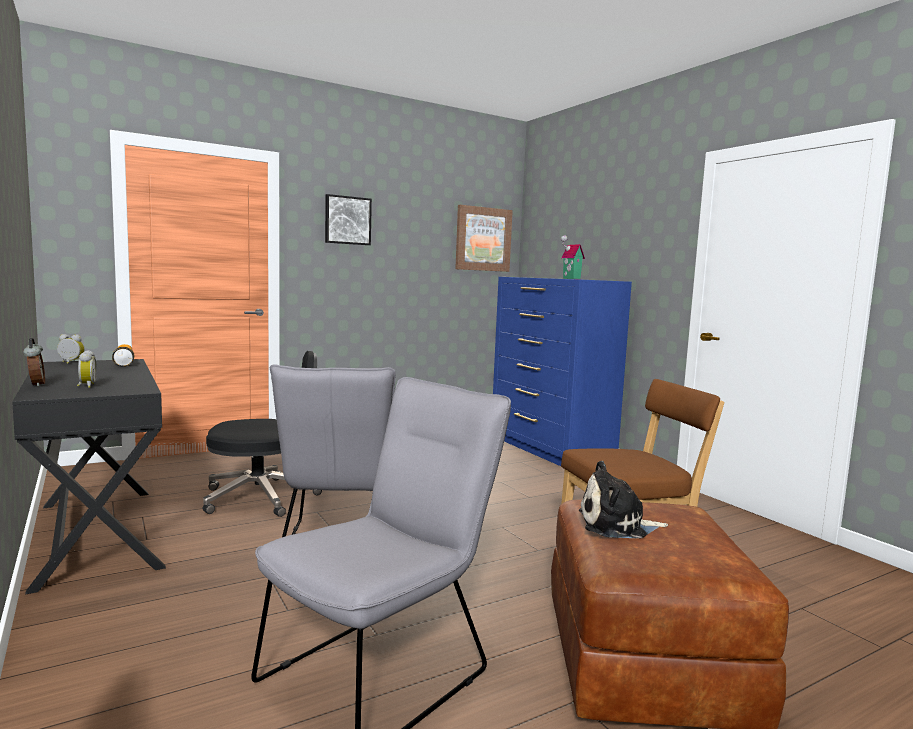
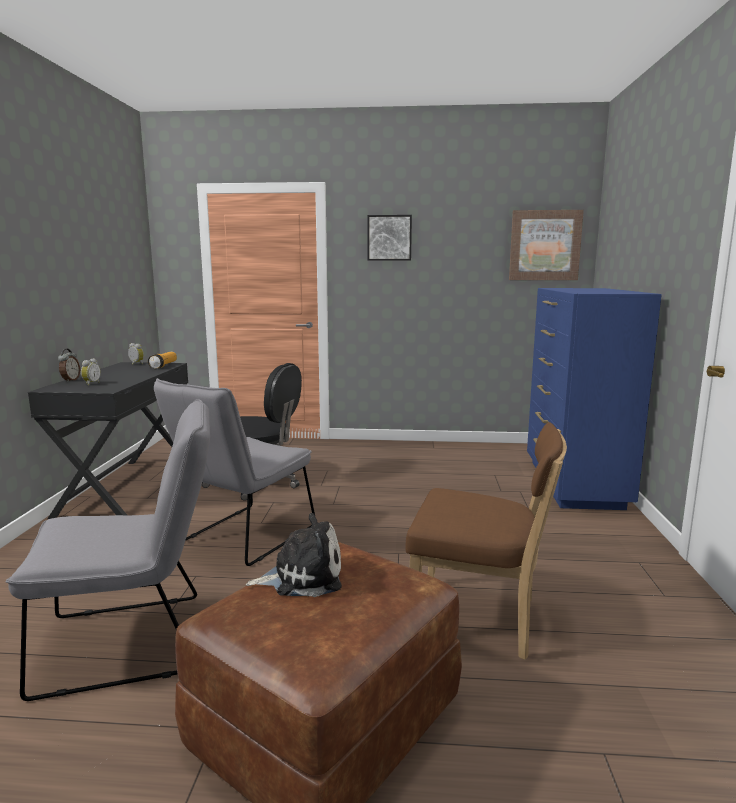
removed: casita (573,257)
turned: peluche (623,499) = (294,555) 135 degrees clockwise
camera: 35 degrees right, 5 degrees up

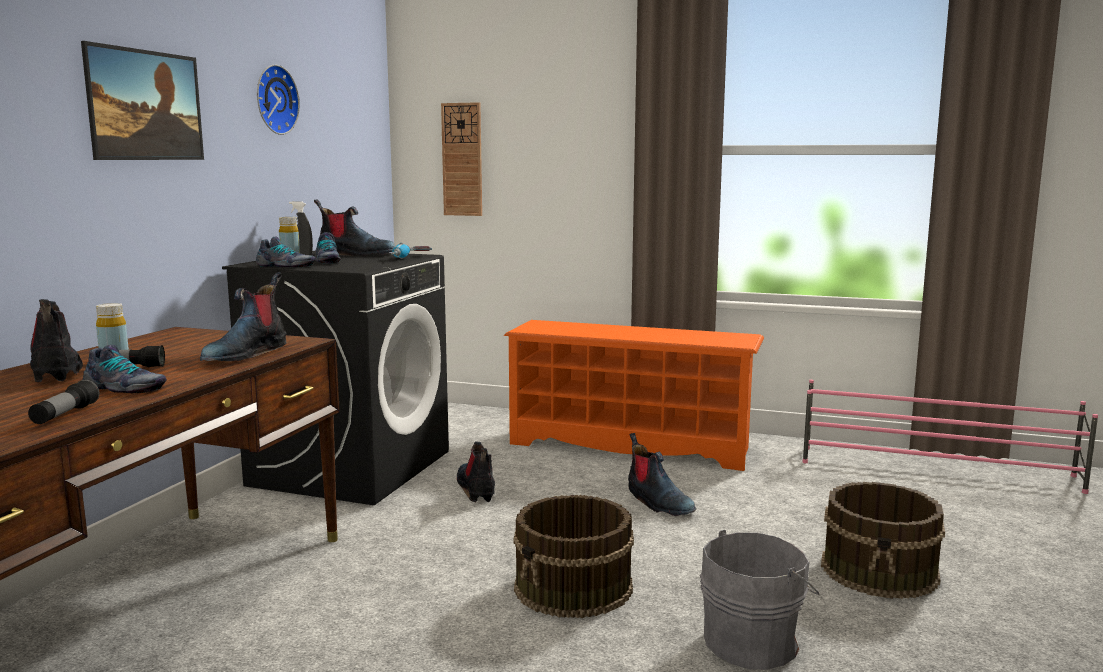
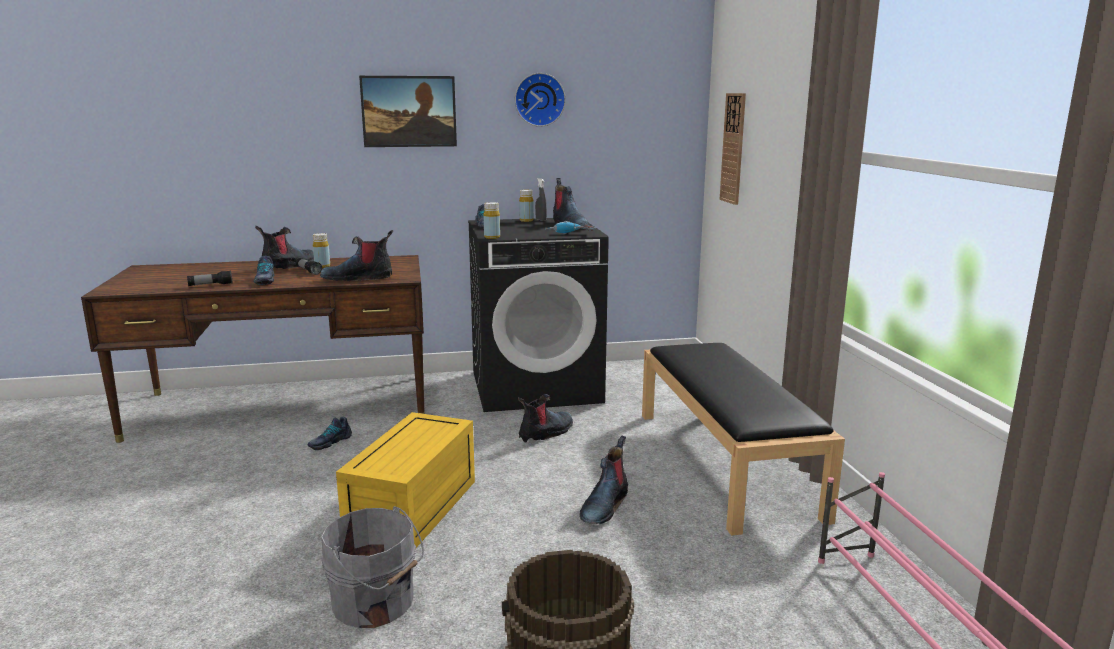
added: botella (amarillo) (492,220)
moved: zapato (328,248) to (330,433)
replaced: zapatero (naranja) (634,395) to banco (negro) (743,439); cubo (marrón) (574,556) to caja de almacenaje (amarillo) (405,480)
camera: 60 degrees right, 5 degrees up

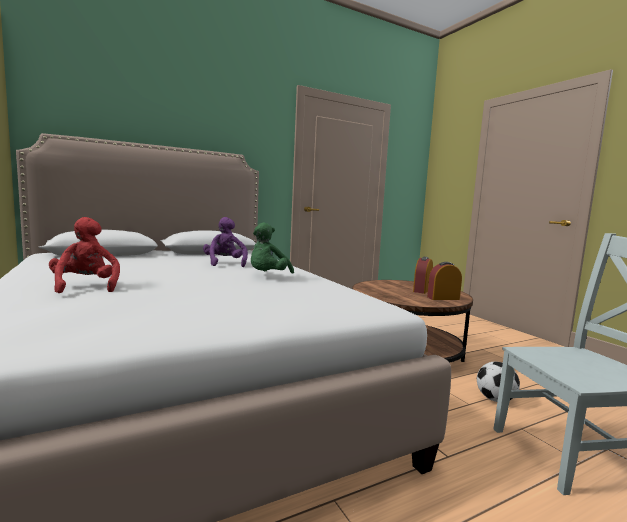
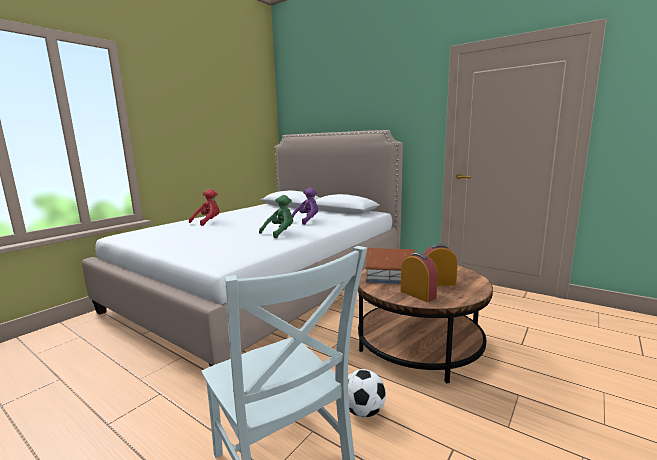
added: casita (390,266)
turned: peluche (verde) (272,248) = (276,216) 135 degrees clockwise
camera: 65 degrees right, 5 degrees up

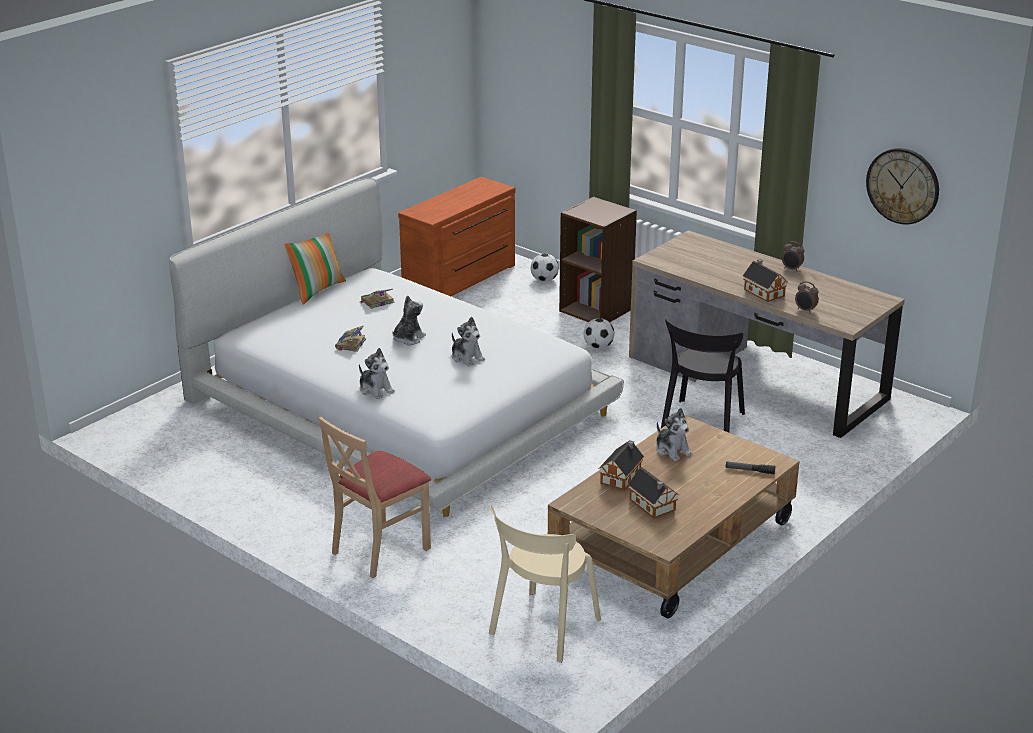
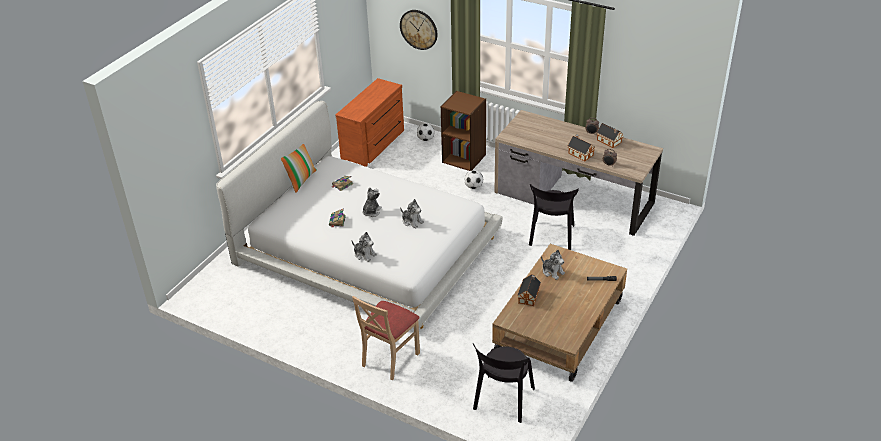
moved: casita (653,492) to (610,135); reloj de pared (902,186) to (419,30)
recoloured: silla (beis) (545,583) to silla (negro) (504,383)
camera: 10 degrees left, 10 degrees up

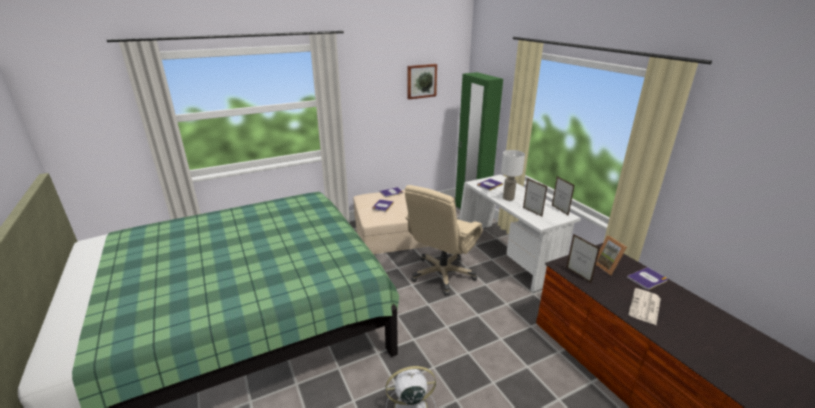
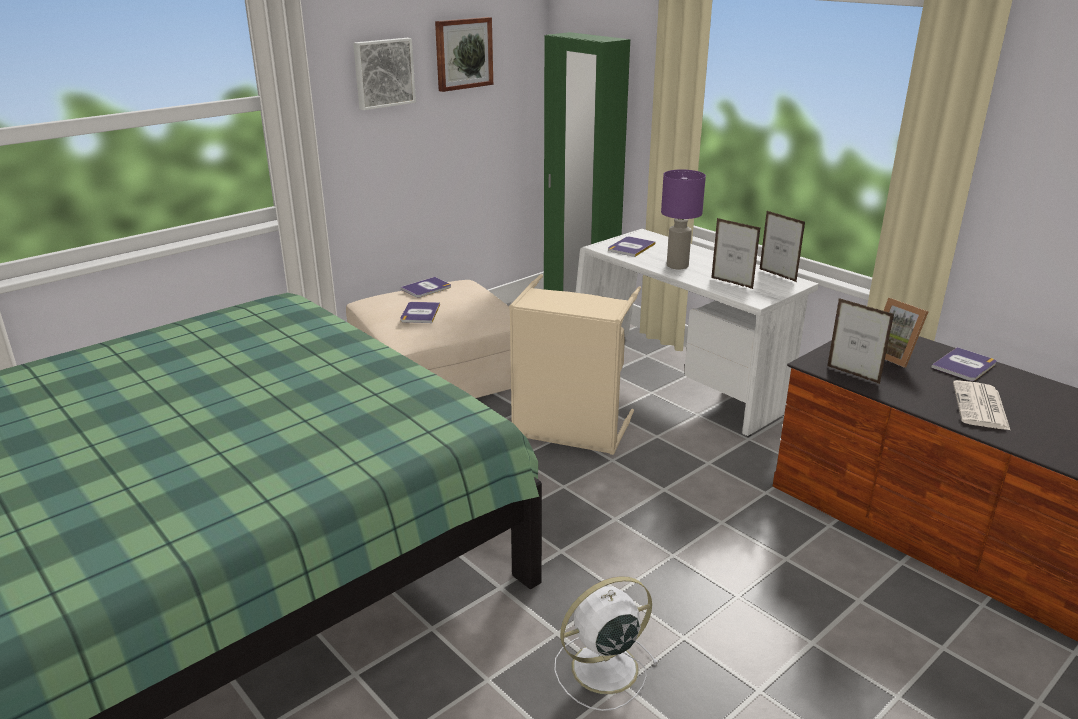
added: cuadro (384,74)
replaced: silla de oficina (beis) (444,240) to cesto de la ropa (beis) (575,364)
recoloured: lámpara de mesa (blanco) (513,175) to lámpara de mesa (morado) (683,219)
camera: 15 degrees left, 0 degrees up

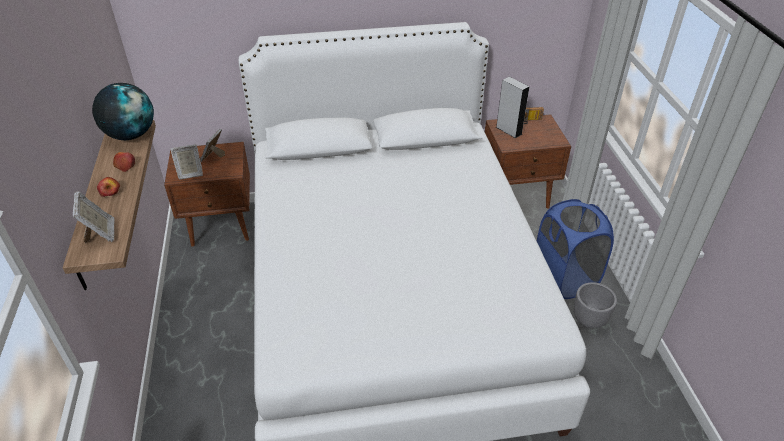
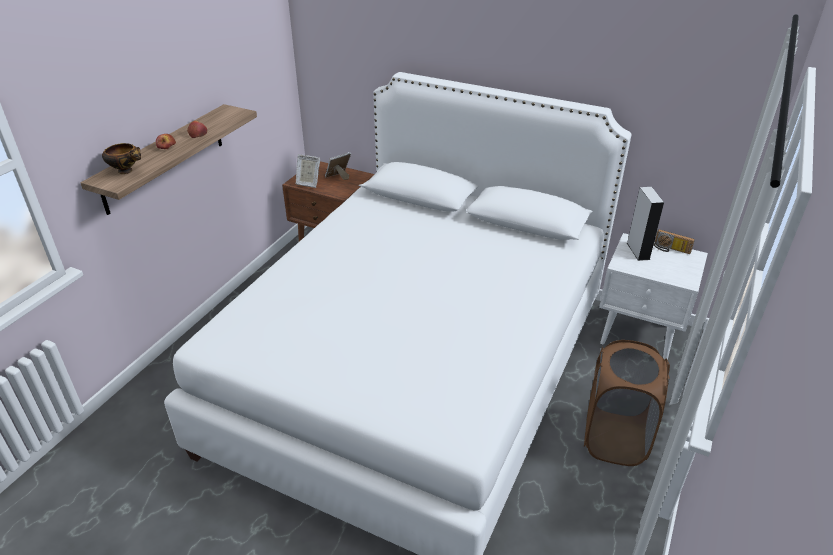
removed: globo terráqueo (123,111); maceta (gris) (595,305)
replaced: portarretratos (94,217) to cuenco (121,158)
recoloured: mesita de noche (marrón) (528,161) to mesita de noche (blanco) (653,296); cesto de la ropa (azul) (575,249) to cesto de la ropa (marrón) (627,403)
camera: 35 degrees right, 5 degrees down

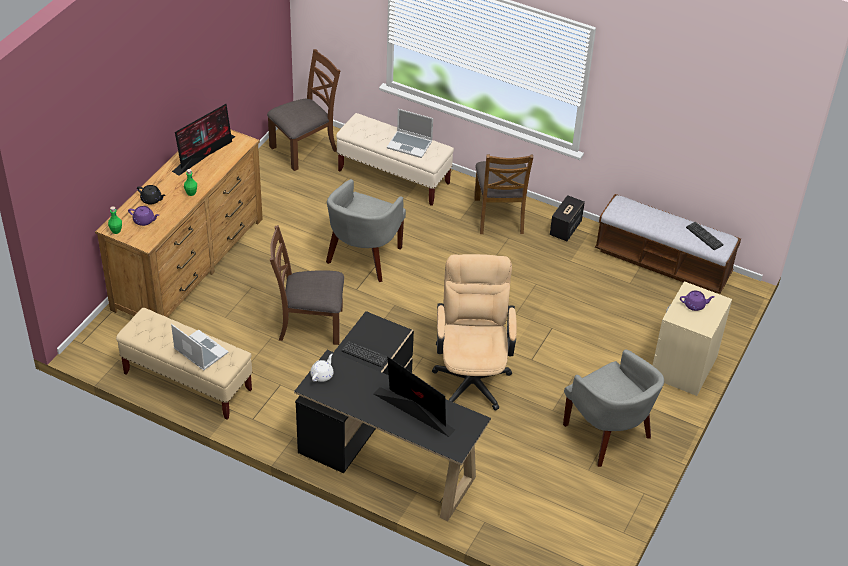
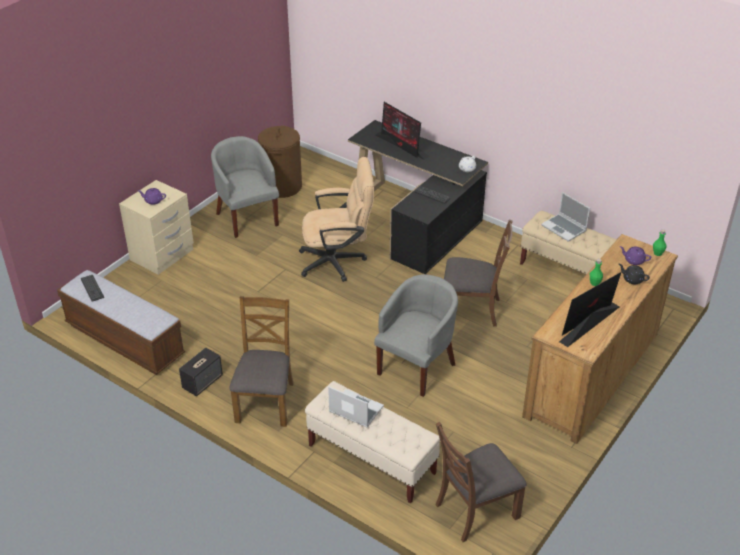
added: cesto de la ropa (marrón) (280,161)
turned: silla de oficina (beis) (474,332) = (336,219) 105 degrees counterclockwise
camera: 170 degrees left, 5 degrees down

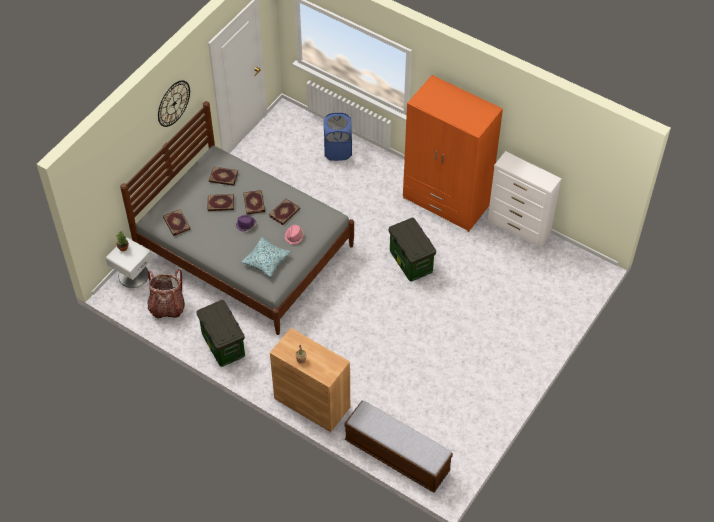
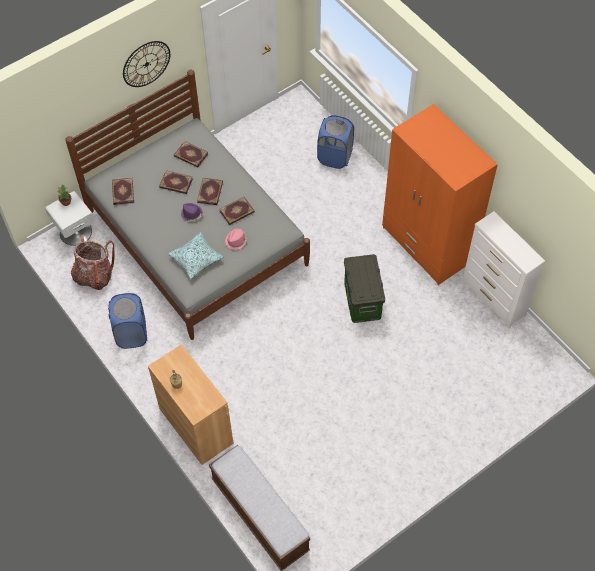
replaced: caja de almacenaje (220,333) to cesto de la ropa (azul) (127,321)
camera: 20 degrees right, 5 degrees up

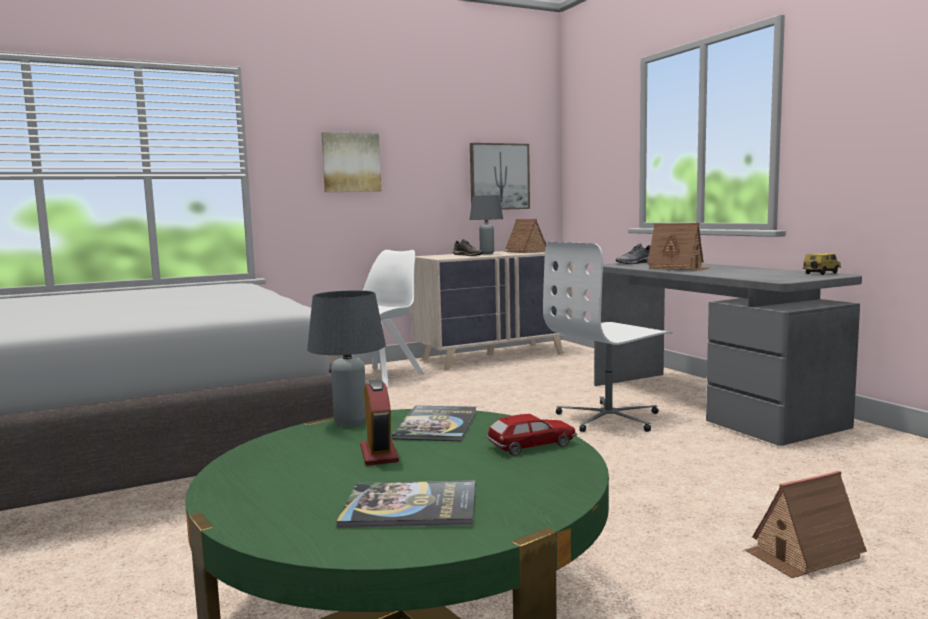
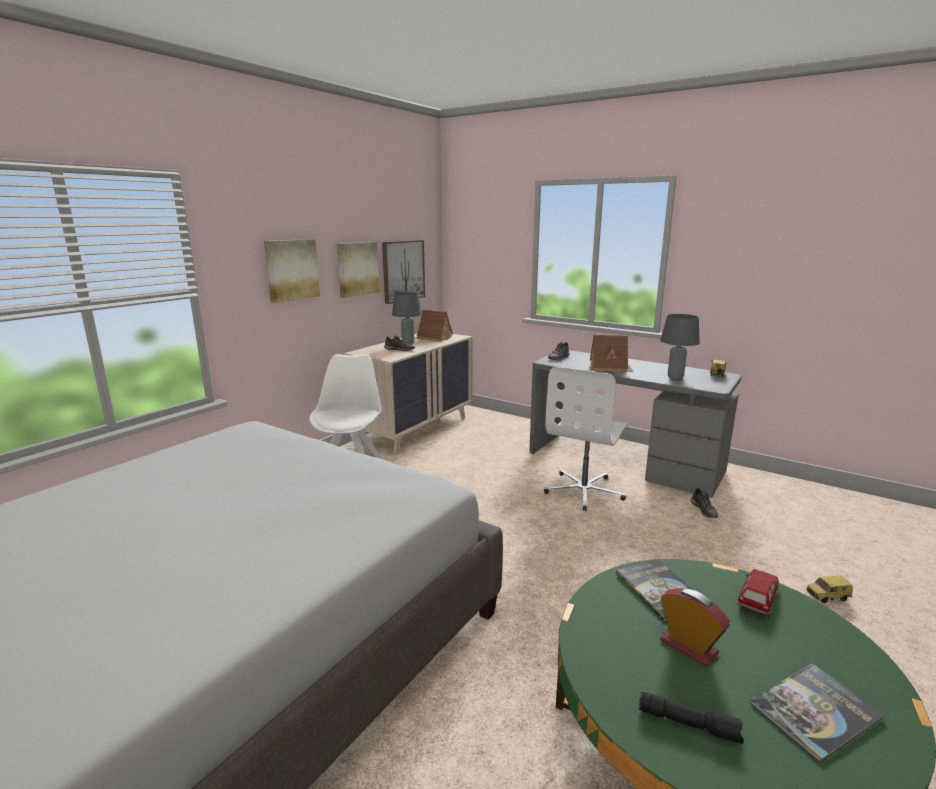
added: cuadro (358,270); linterna (negro) (691,718); zapato (gris) (704,503)
moved: lámpara de mesa (gris) (346,358) to (680,346)
replaced: casita (806,524) to coche de juguete (829,589)
camera: 30 degrees left, 10 degrees up

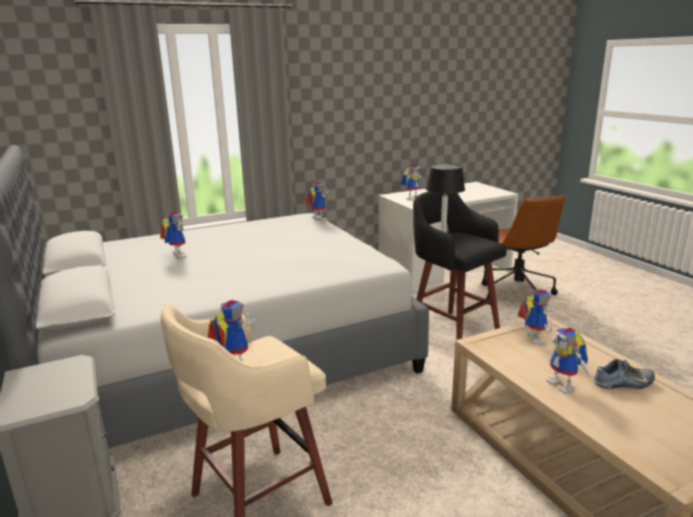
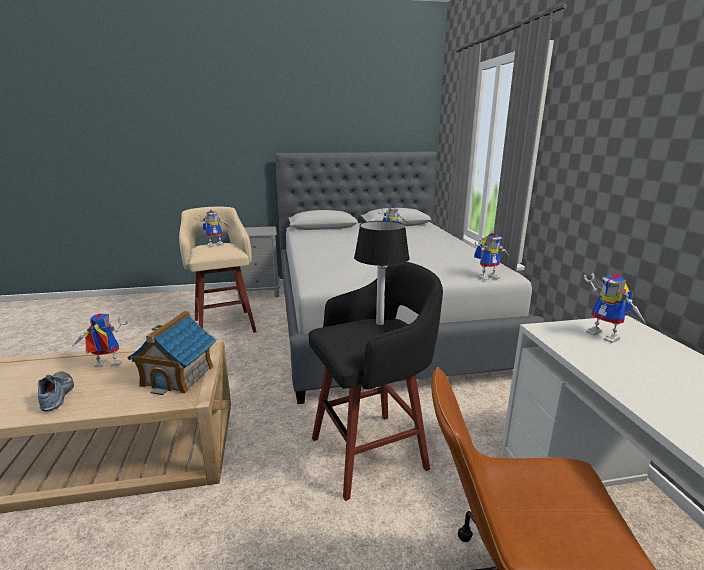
replaced: robot de juguete (534,317) to casita (171,353)
turned: zapato (624,374) = (56,391) 150 degrees clockwise
camera: 105 degrees right, 0 degrees up

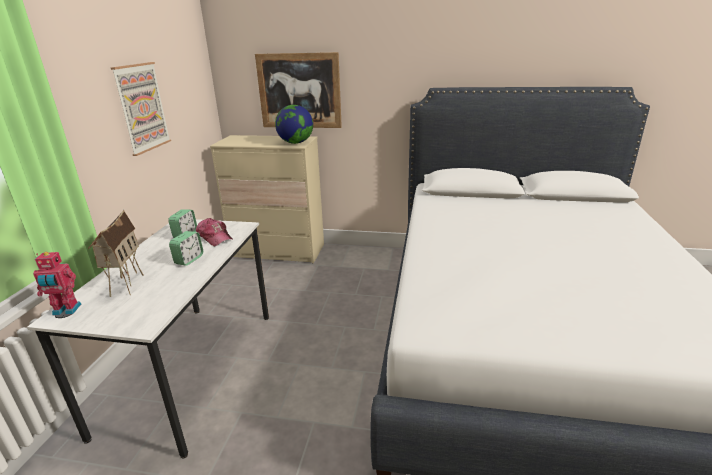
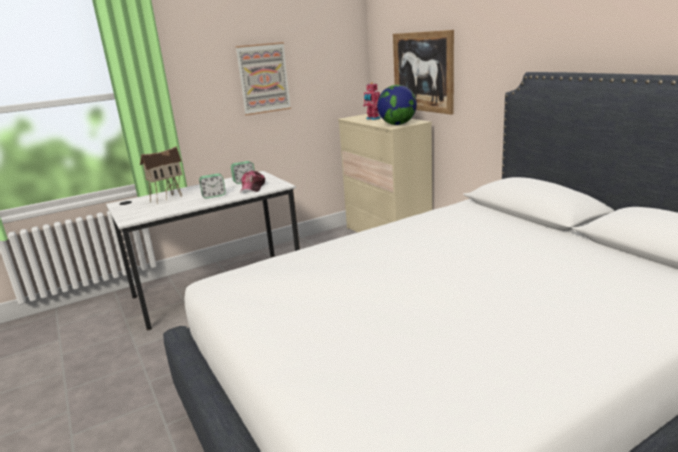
moved: robot de juguete (57,284) to (372,101)
camera: 50 degrees right, 5 degrees down

